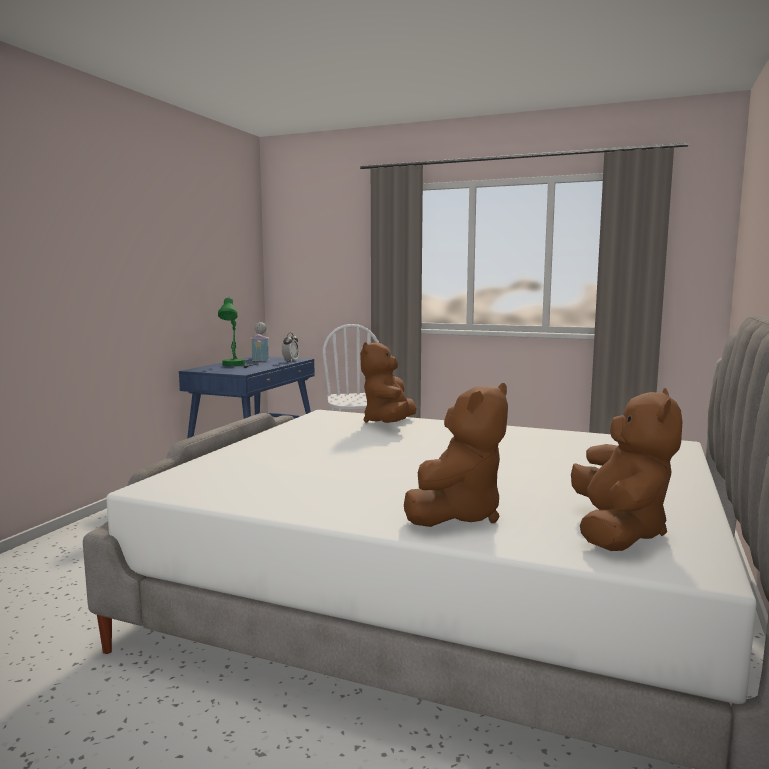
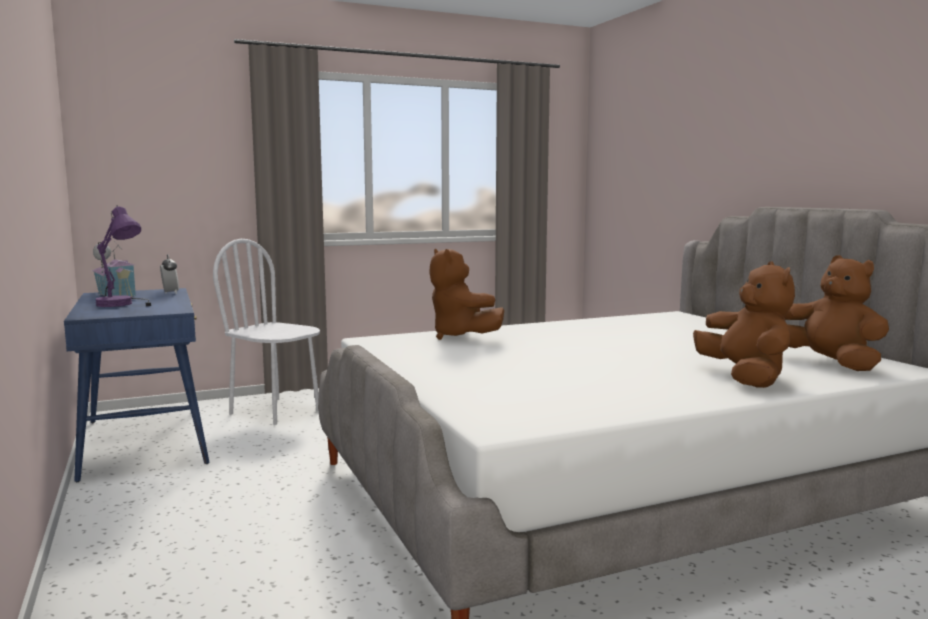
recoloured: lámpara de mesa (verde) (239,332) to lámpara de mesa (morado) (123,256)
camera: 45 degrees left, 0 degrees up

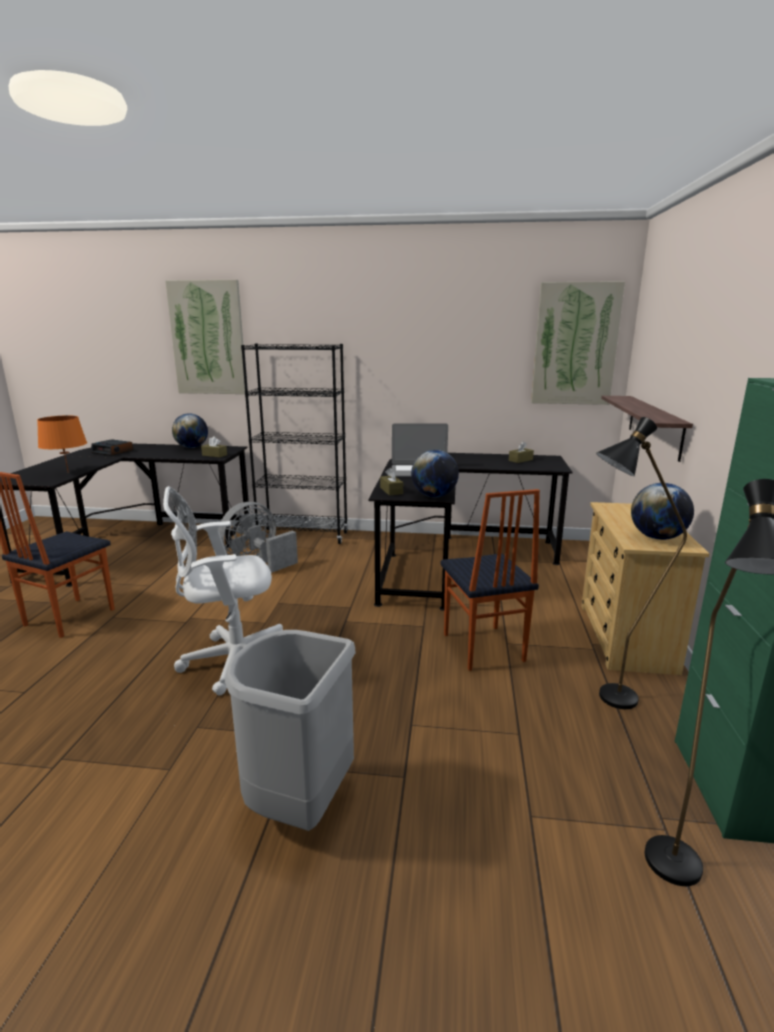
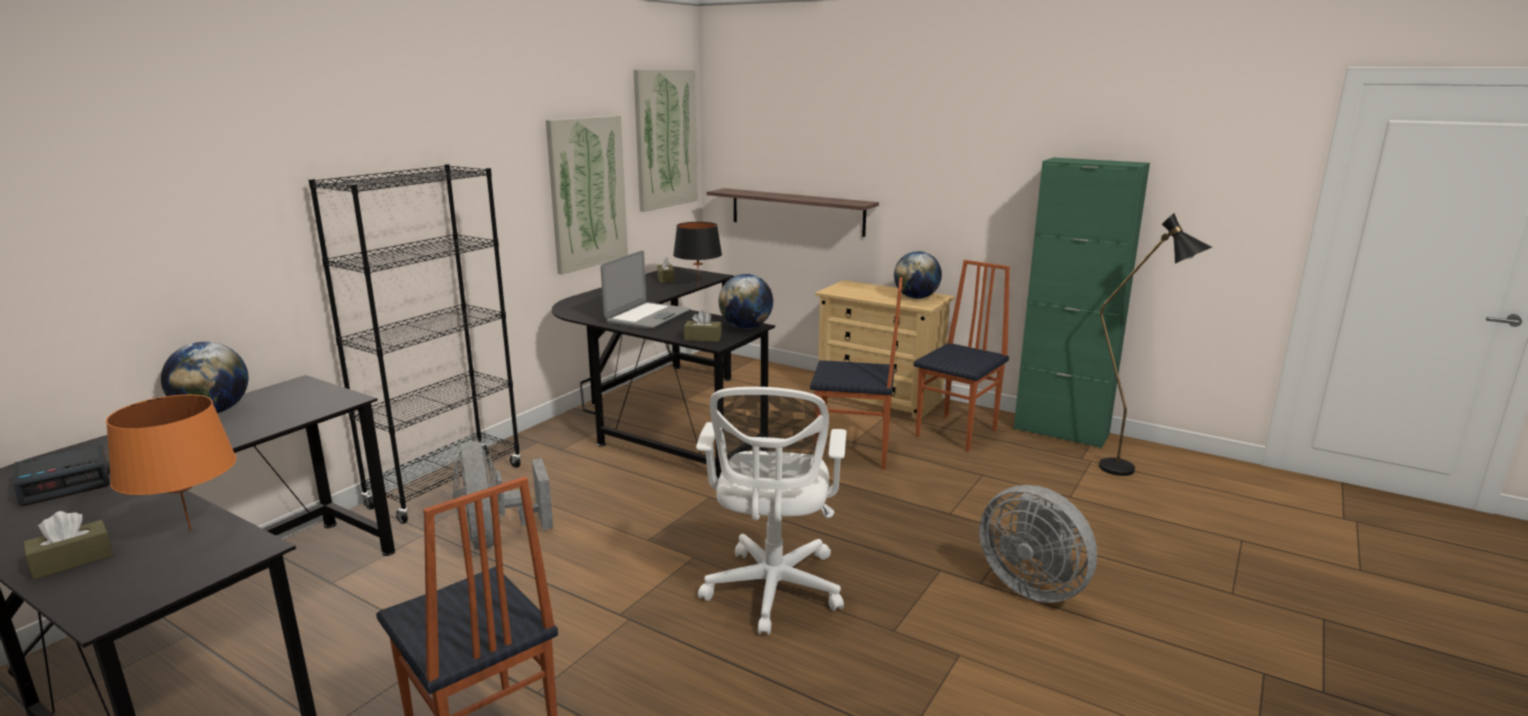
added: lámpara de mesa (negro) (697,254)
moved: cuadro (205,337) to (587,195); caja de pañuelos (marrón) (214,447) to (68,545)
replaced: papelera (gris) (290,730) to ventilador (gris) (1038,544); lámpara de pie (negro) (641,563) to silla (962,356)
camera: 65 degrees left, 0 degrees up

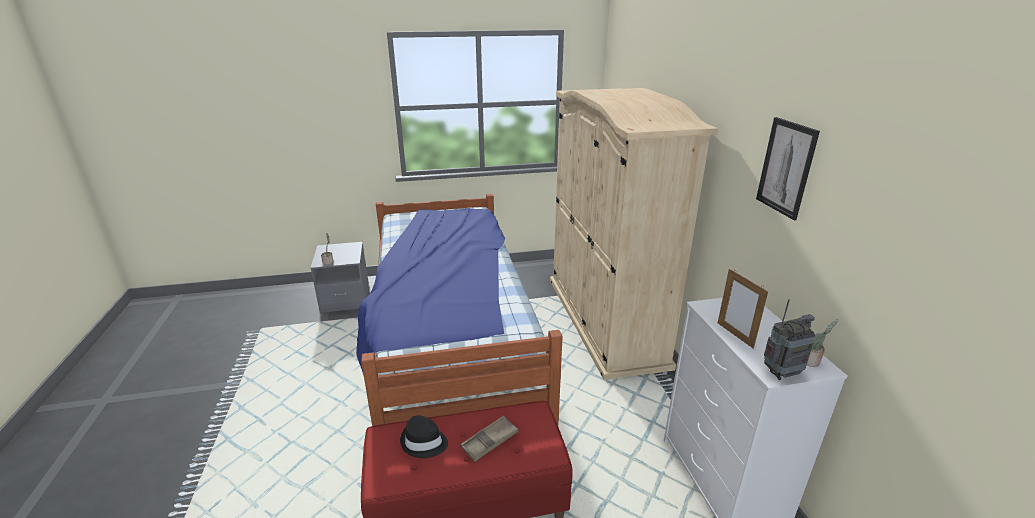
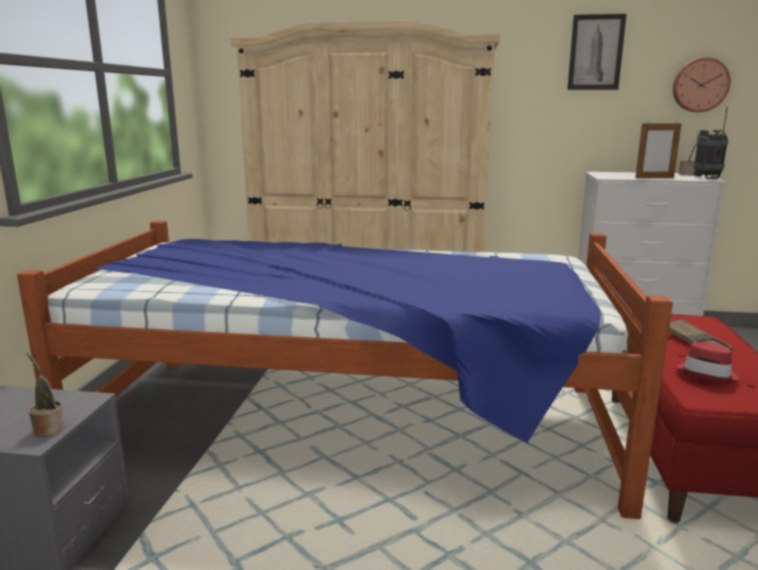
added: reloj de pared (702,84)
recoloured: sombrero (negro) (424,436) to sombrero (rojo) (707,362)
camera: 70 degrees left, 10 degrees down

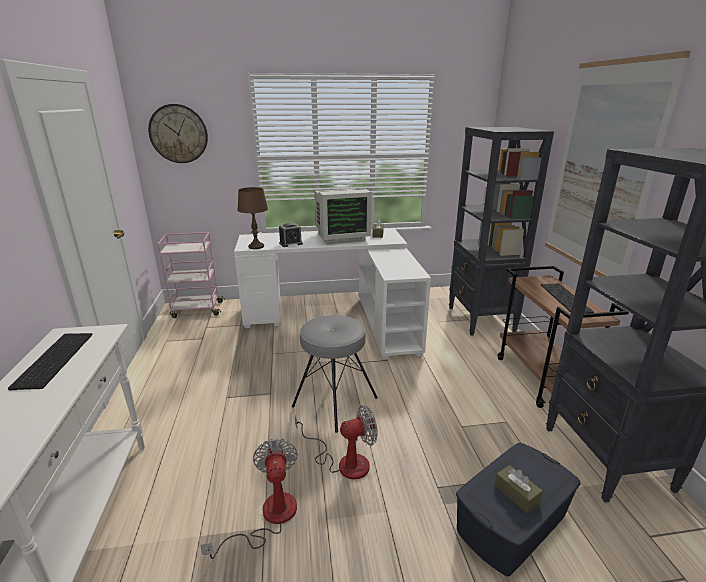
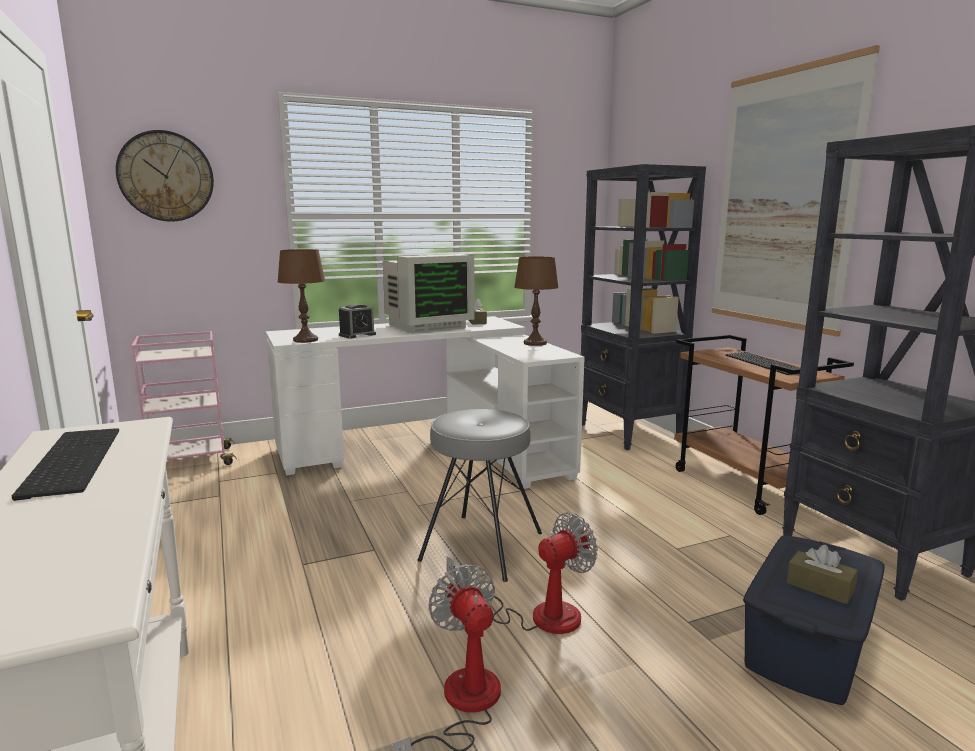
added: lámpara de mesa (marrón) (536,301)
camera: 15 degrees left, 10 degrees down

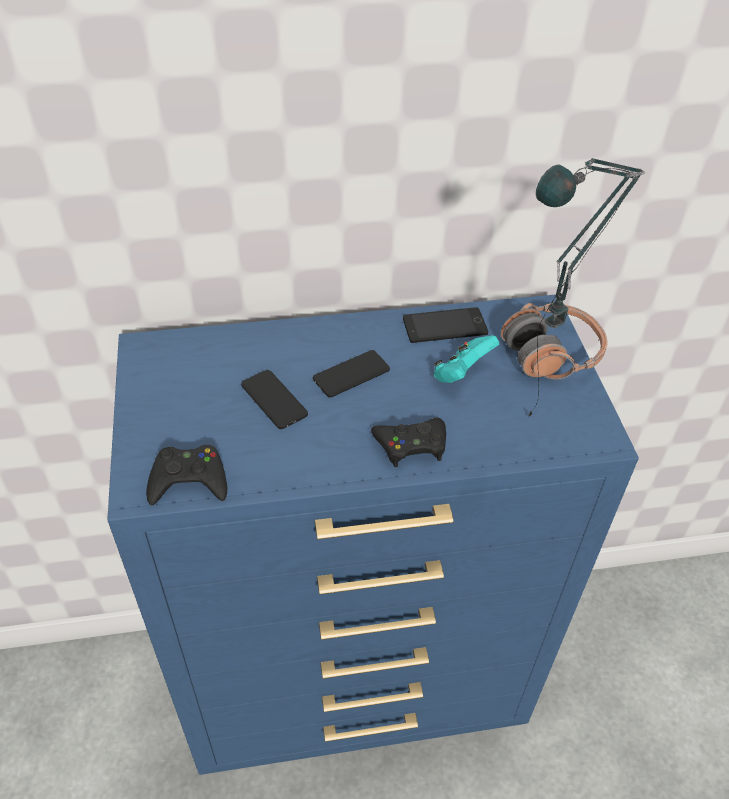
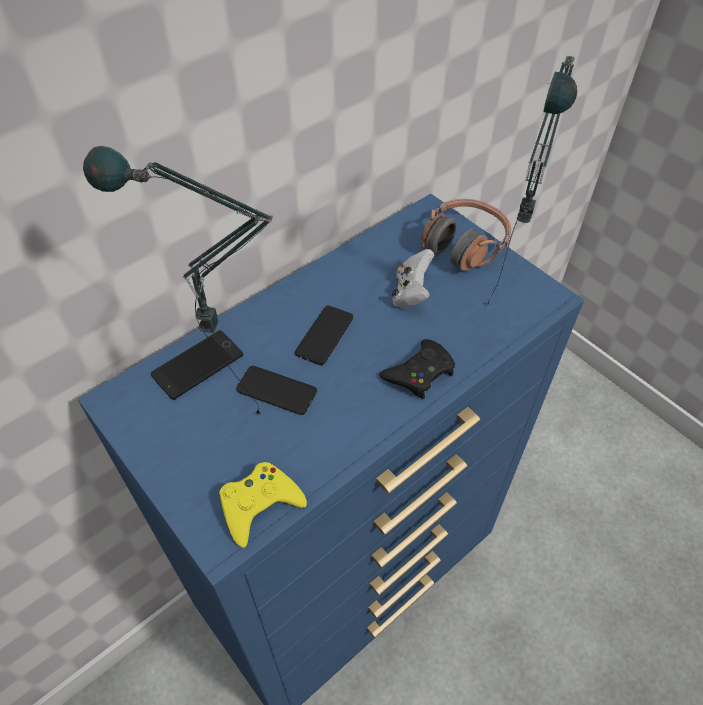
added: lámpara de mesa (178,280)
moved: móvil (445,325) to (197,365)
recoloured: mando de consola (negro) (187,475) to mando de consola (amarillo) (263,505); mando de consola (turquesa) (466,359) to mando de consola (blanco) (413,278)
camera: 30 degrees left, 5 degrees up

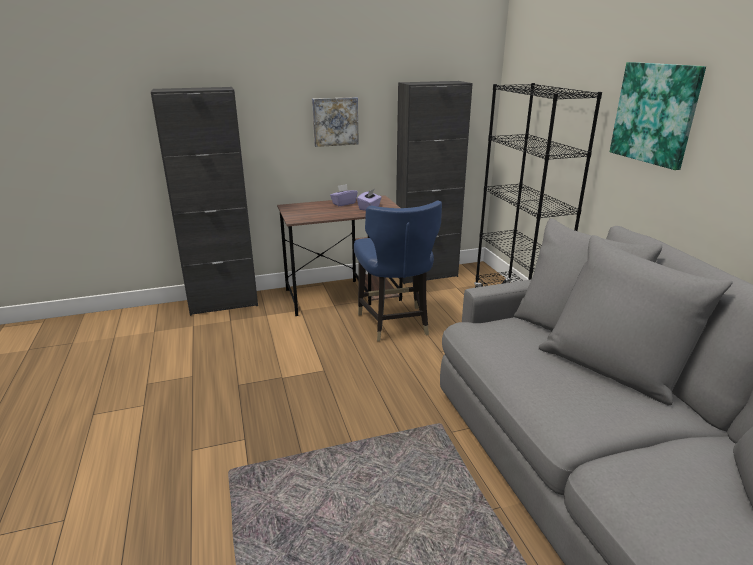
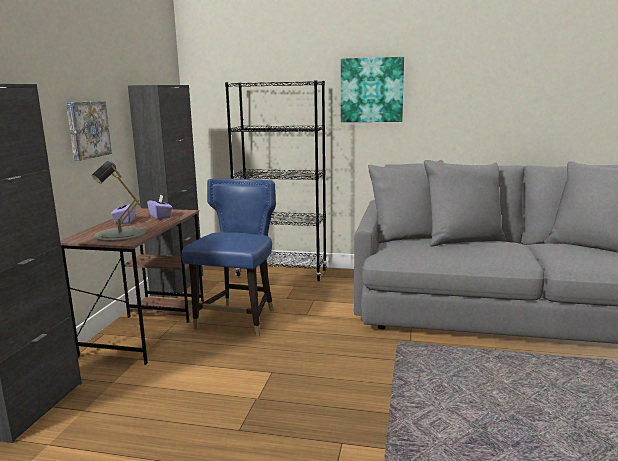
added: lámpara de mesa (gris) (119,201)
turned: silla (azul) (398,271) = (228,257) 90 degrees counterclockwise
camera: 60 degrees left, 10 degrees down

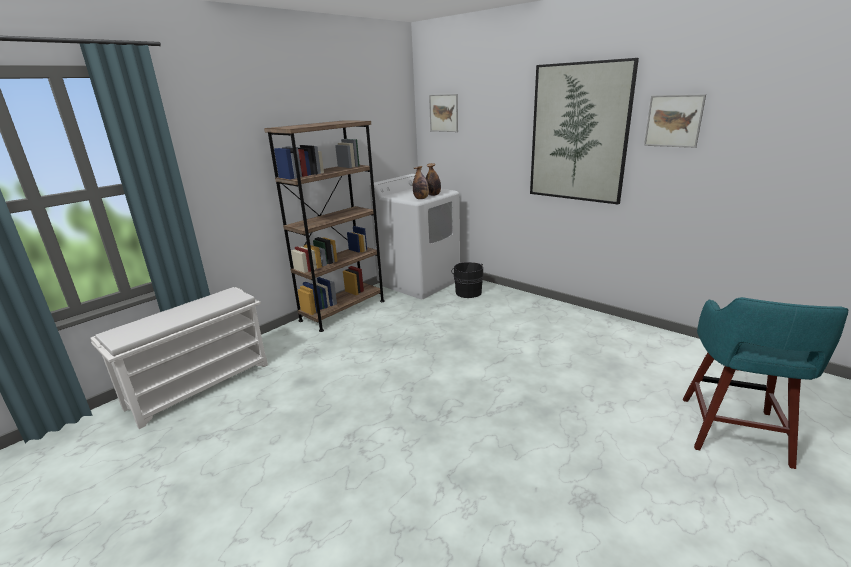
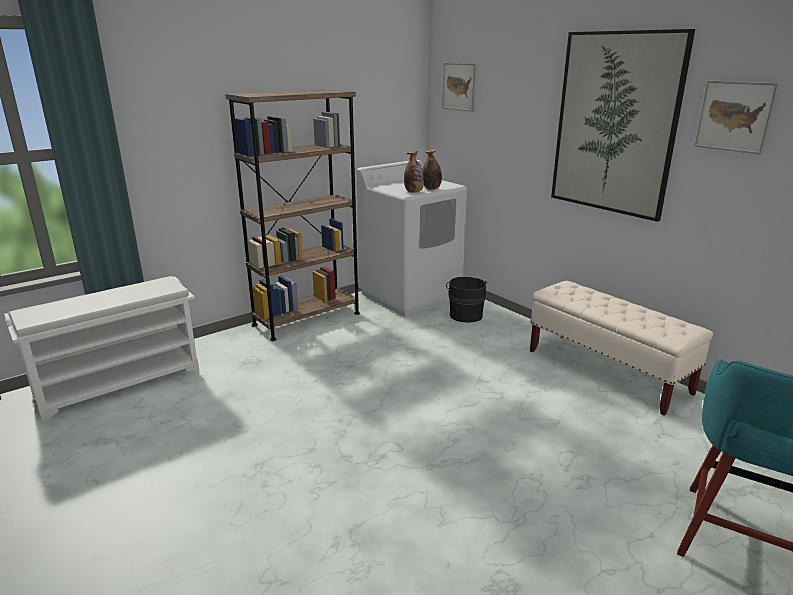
added: banco (beis) (621,348)
camera: 10 degrees right, 0 degrees up

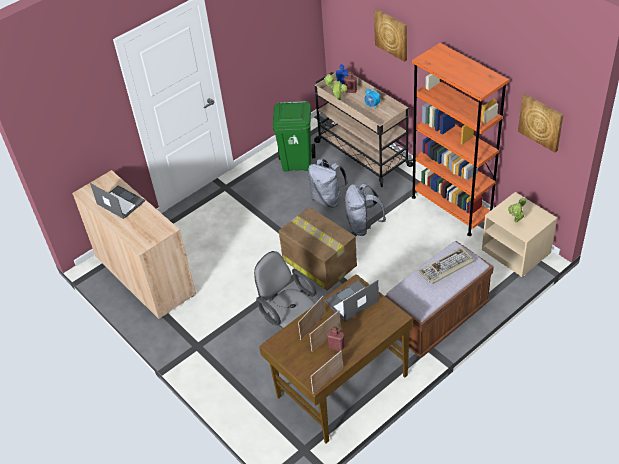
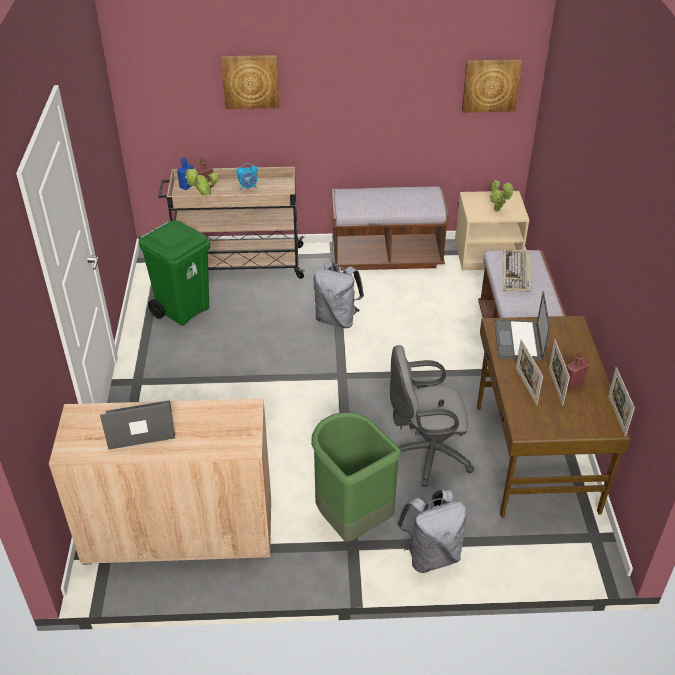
removed: caja de cartón (318,249)
added: papelera (verde) (356,477)
moved: mochila (gris) (328,183) to (431,531)
replaced: estantería (naranja) (460,139) to banco (marrón) (390,228)
camera: 55 degrees left, 5 degrees down

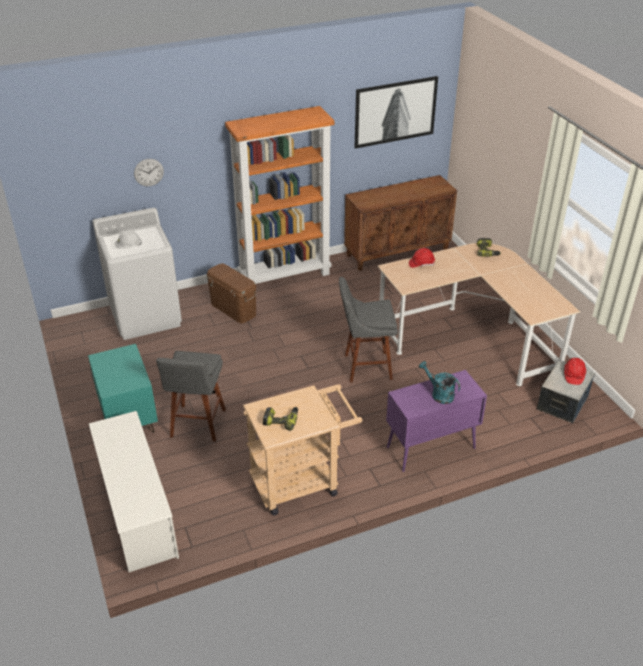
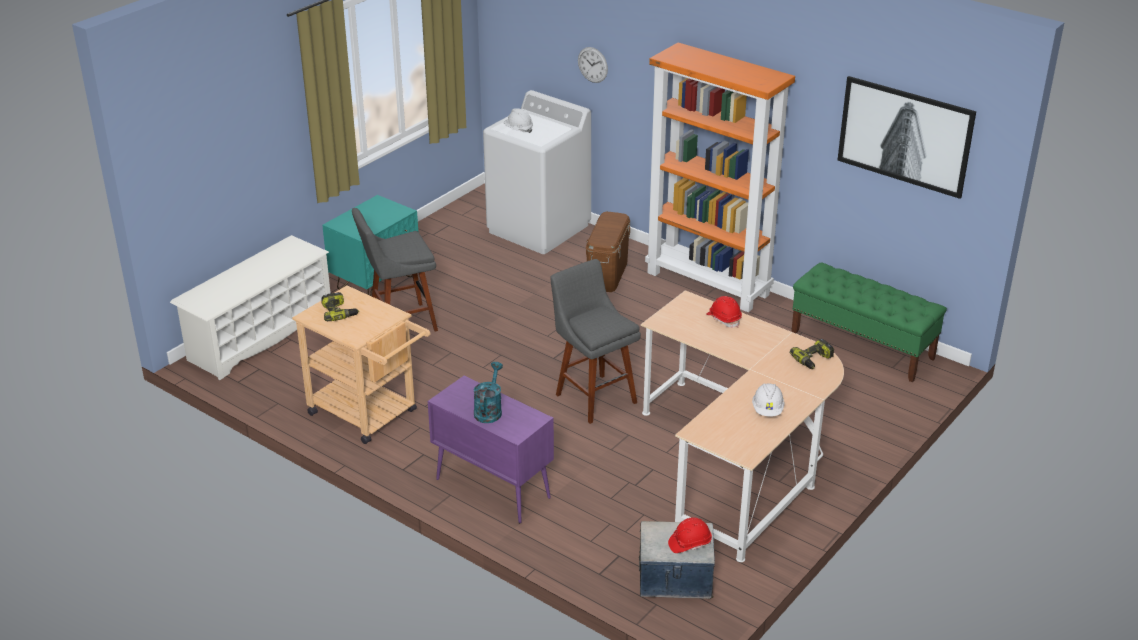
added: casco (blanco) (768,400)
replaced: armario (marrón) (400,223) to banco (verde) (869,322)
camera: 60 degrees right, 5 degrees down

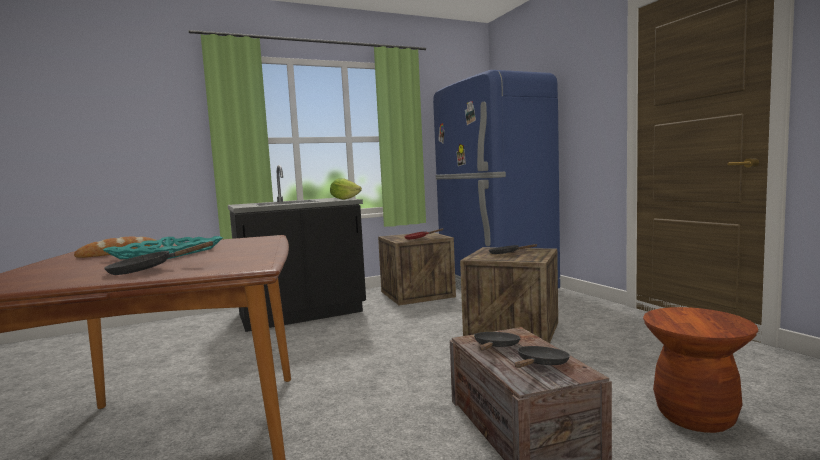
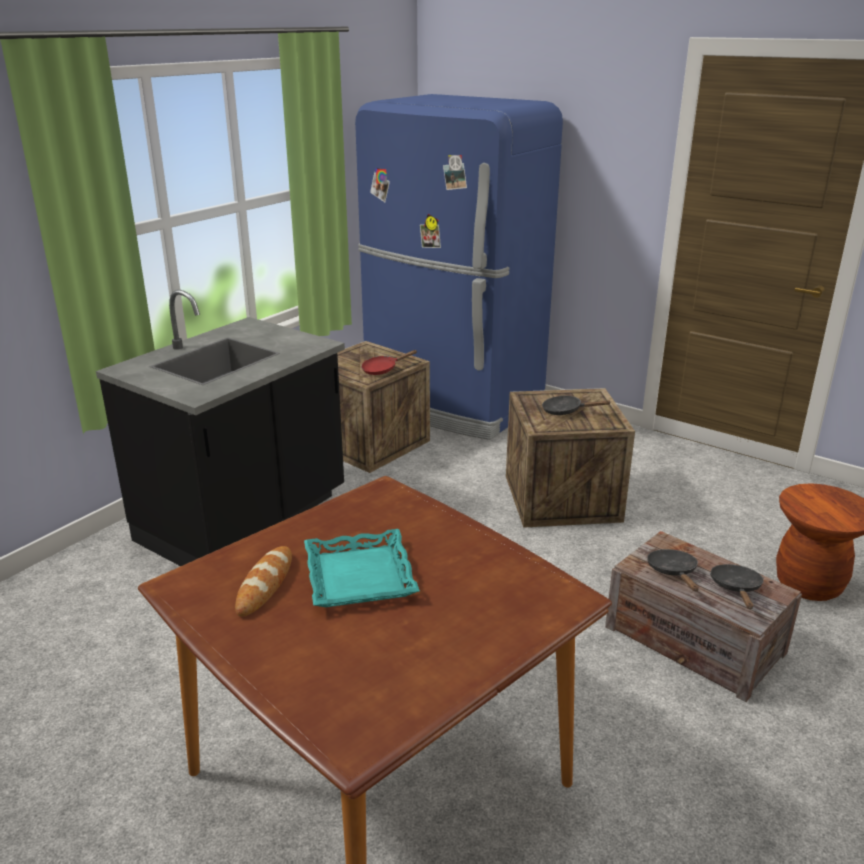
removed: sartén (negro) (159,258); lechuga (346,189)
camera: 30 degrees left, 20 degrees up

